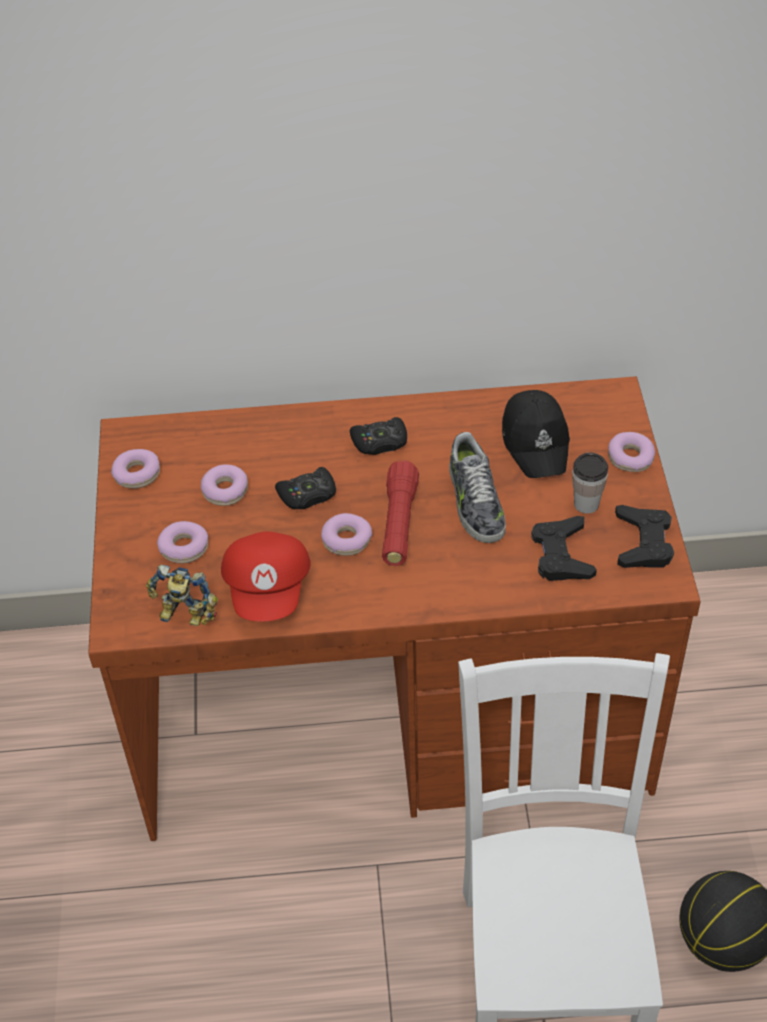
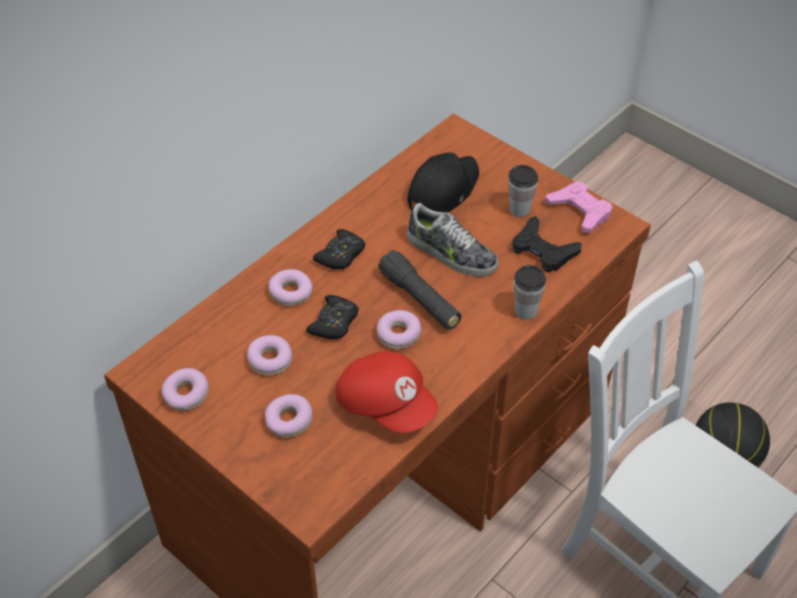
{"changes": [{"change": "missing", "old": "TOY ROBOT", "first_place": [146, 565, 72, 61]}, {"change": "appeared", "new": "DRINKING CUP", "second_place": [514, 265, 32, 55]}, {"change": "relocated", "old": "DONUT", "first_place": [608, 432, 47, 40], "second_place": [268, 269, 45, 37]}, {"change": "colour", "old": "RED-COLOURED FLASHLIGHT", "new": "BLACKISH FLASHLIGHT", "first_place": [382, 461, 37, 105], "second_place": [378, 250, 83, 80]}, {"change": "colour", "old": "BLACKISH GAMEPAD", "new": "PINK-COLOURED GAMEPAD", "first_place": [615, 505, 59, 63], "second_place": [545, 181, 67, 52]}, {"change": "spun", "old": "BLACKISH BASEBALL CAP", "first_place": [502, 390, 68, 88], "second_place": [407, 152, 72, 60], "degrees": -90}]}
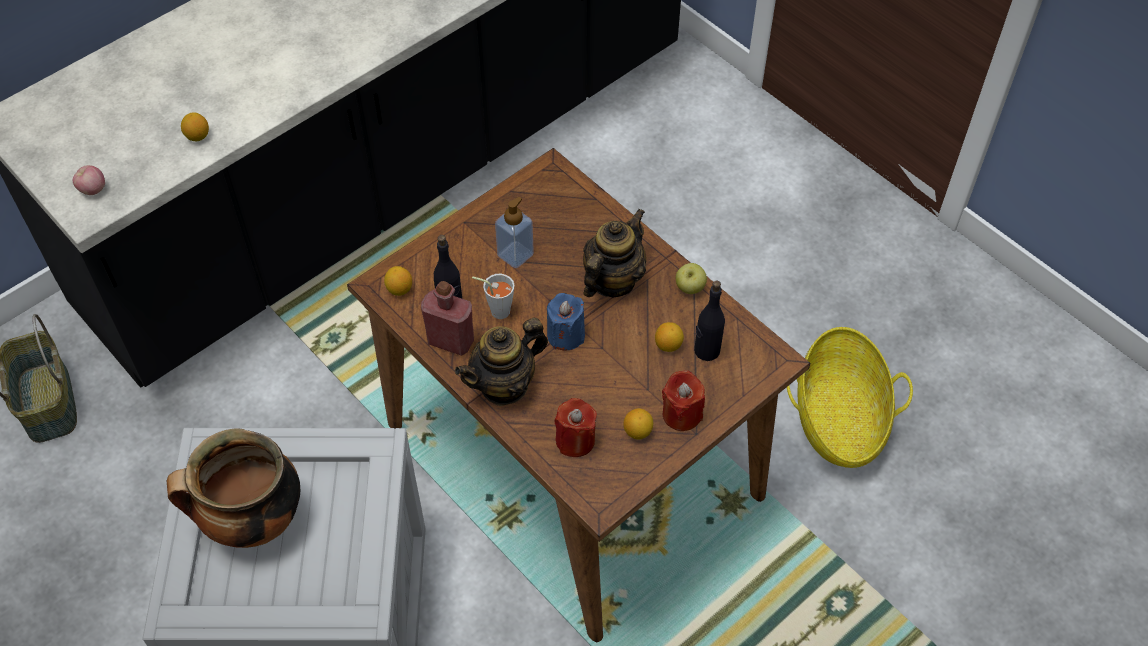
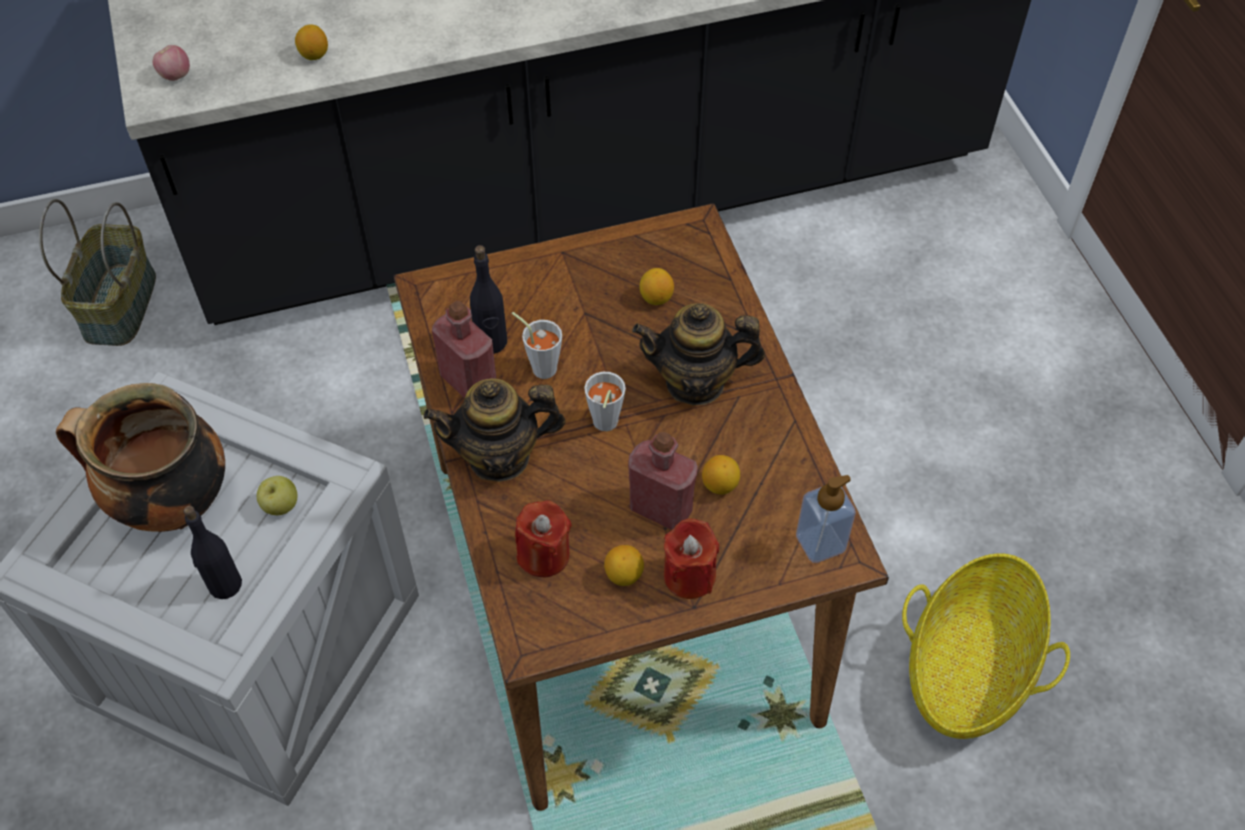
{"changes": [{"change": "appeared", "new": "RED-COLOURED BEVERAGE BOTTLE", "second_place": [628, 432, 70, 98]}, {"change": "relocated", "old": "LEMON", "first_place": [384, 266, 28, 30], "second_place": [639, 268, 35, 37]}, {"change": "relocated", "old": "SOAP DISPENSER", "first_place": [495, 197, 39, 71], "second_place": [796, 475, 60, 88]}, {"change": "relocated", "old": "WHOLE APPLE", "first_place": [676, 263, 31, 31], "second_place": [257, 476, 40, 39]}, {"change": "relocated", "old": "BLACKISH BEVERAGE BOTTLE", "first_place": [694, 281, 31, 80], "second_place": [183, 506, 59, 93]}, {"change": "exchanged", "old": "BLUE-COLOURED WAX LIGHT", "new": "GREY DRINKING CUP", "first_place": [547, 293, 38, 57], "second_place": [584, 372, 42, 59]}, {"change": "spun", "old": "TEA POT", "first_place": [583, 209, 63, 88], "second_place": [632, 303, 133, 102], "degrees": -150}]}
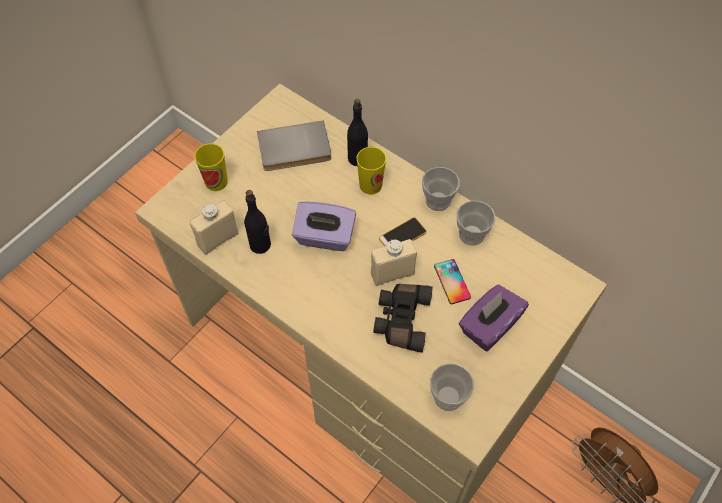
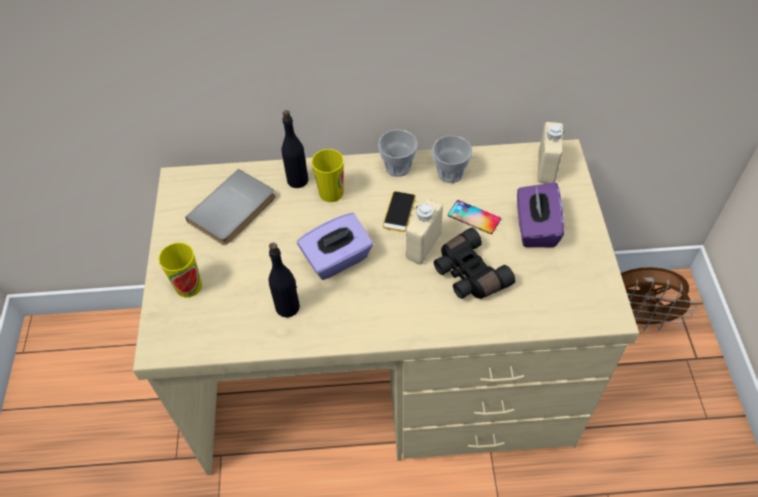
{"changes": [{"change": "missing", "old": "DRINKING CUP", "first_place": [430, 363, 44, 48]}, {"change": "relocated", "old": "BEIGE BEVERAGE BOTTLE", "first_place": [190, 201, 49, 54], "second_place": [537, 122, 27, 61]}]}
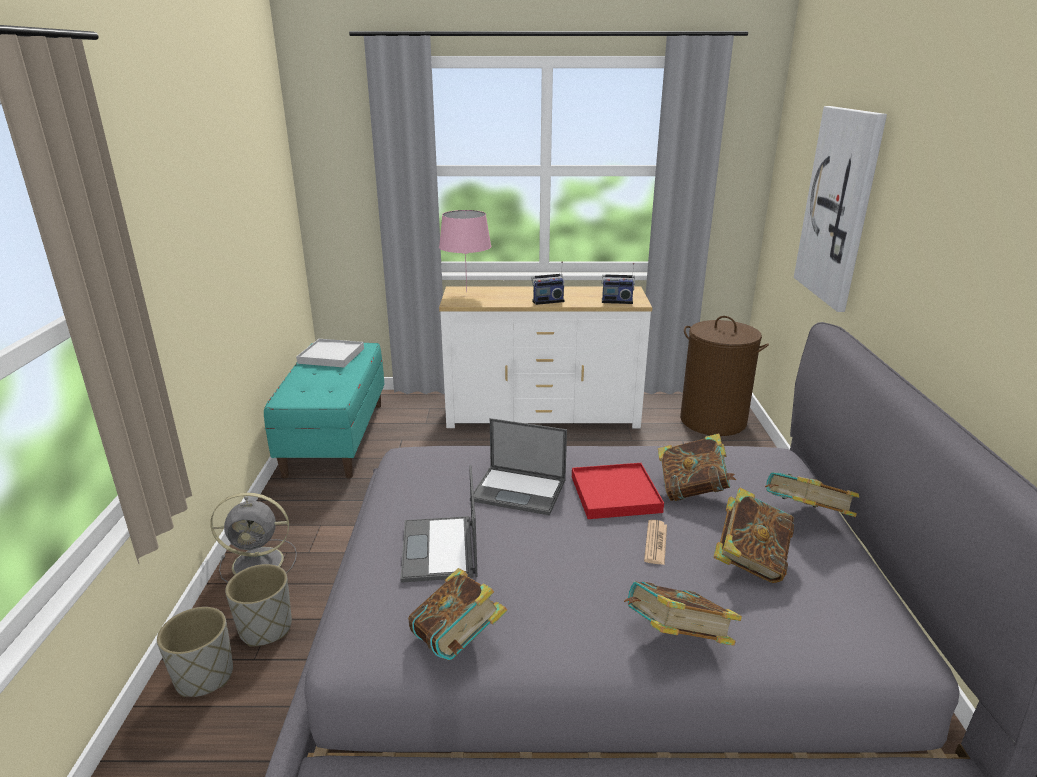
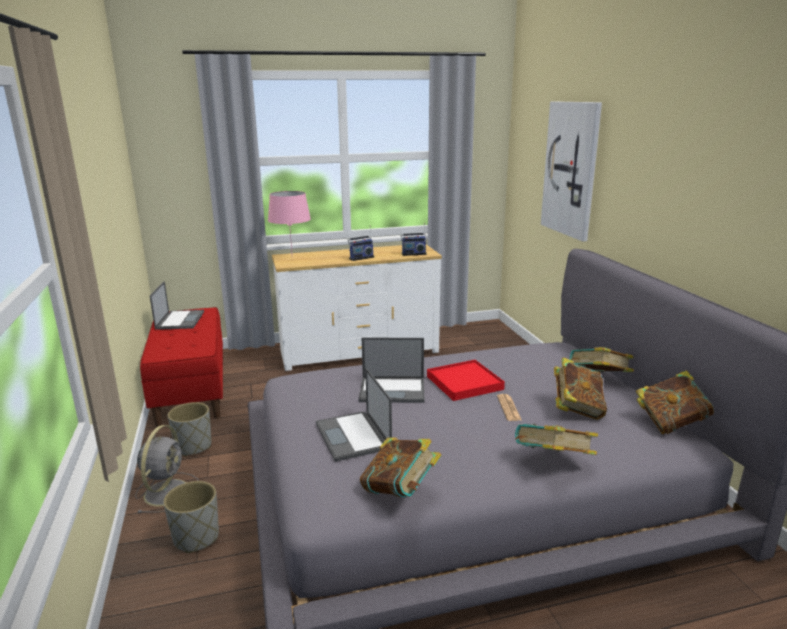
{"changes": [{"change": "missing", "old": "BROWN-COLOURED LAUNDRY BASKET", "first_place": [680, 316, 89, 120]}, {"change": "relocated", "old": "GREY FLOWER POT", "first_place": [157, 607, 76, 90], "second_place": [168, 402, 43, 54]}, {"change": "relocated", "old": "BOOK", "first_place": [658, 433, 78, 68], "second_place": [636, 371, 78, 63]}, {"change": "exchanged", "old": "WHITE-COLOURED SERVING TRAY", "new": "NOTEBOOK COMPUTER", "first_place": [296, 339, 68, 28], "second_place": [150, 281, 54, 49]}, {"change": "colour", "old": "TURQUOISE LONG SEAT", "new": "RED-COLOURED LONG SEAT", "first_place": [264, 343, 121, 136], "second_place": [140, 307, 83, 119]}, {"change": "spun", "old": "GREY ELECTRIC FAN", "first_place": [210, 493, 87, 90], "second_place": [135, 425, 64, 88], "degrees": -60}]}
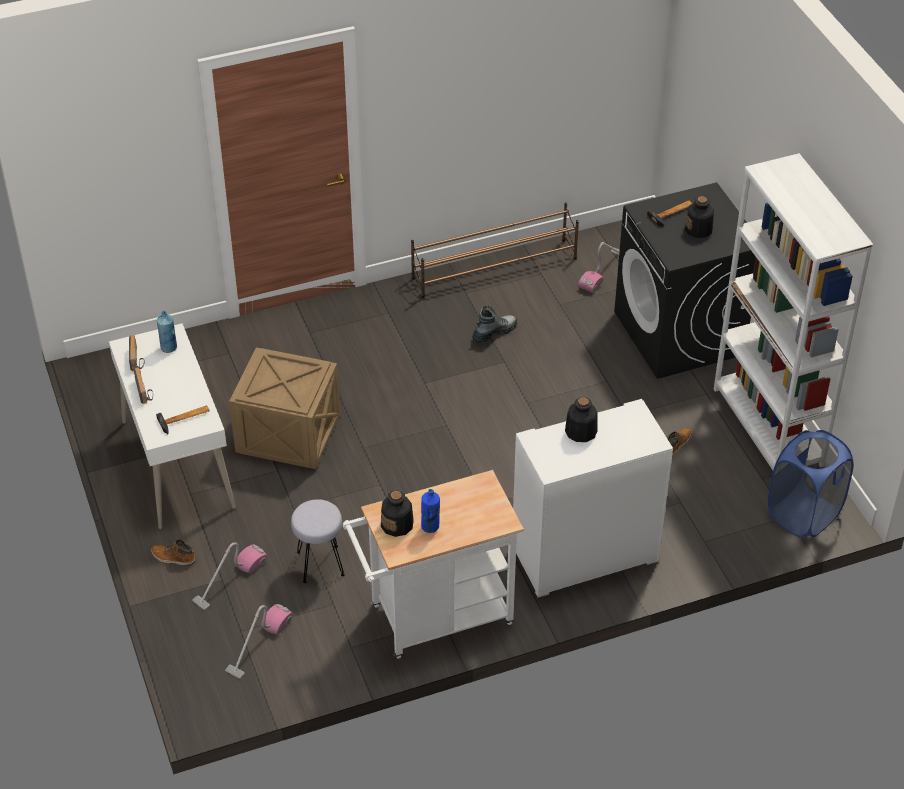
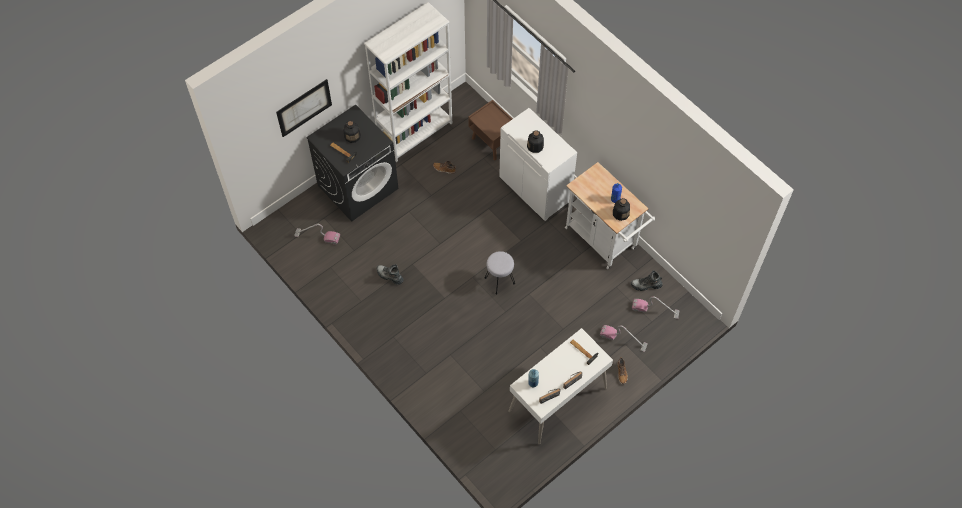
{"changes": [{"change": "missing", "old": "PACKING CRATE", "first_place": [229, 348, 111, 121]}, {"change": "missing", "old": "BROWN-COLOURED SHOE STAND", "first_place": [411, 202, 168, 96]}, {"change": "missing", "old": "BLUE-COLOURED LAUNDRY BASKET", "first_place": [768, 430, 86, 108]}, {"change": "appeared", "new": "WALL ART", "second_place": [276, 79, 56, 58]}, {"change": "appeared", "new": "BROWN-COLOURED BEDSIDE TABLE", "second_place": [468, 100, 44, 60]}, {"change": "appeared", "new": "HIGH-TOP BOOT", "second_place": [631, 270, 32, 21]}, {"change": "relocated", "old": "GREY SITTING STOOL", "first_place": [291, 499, 54, 84], "second_place": [485, 251, 30, 43]}]}
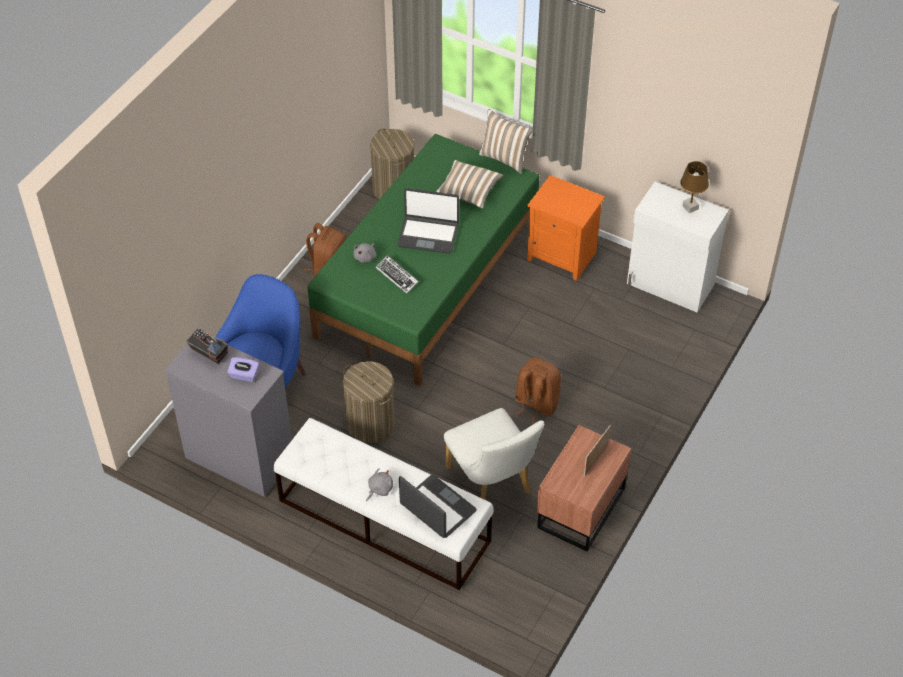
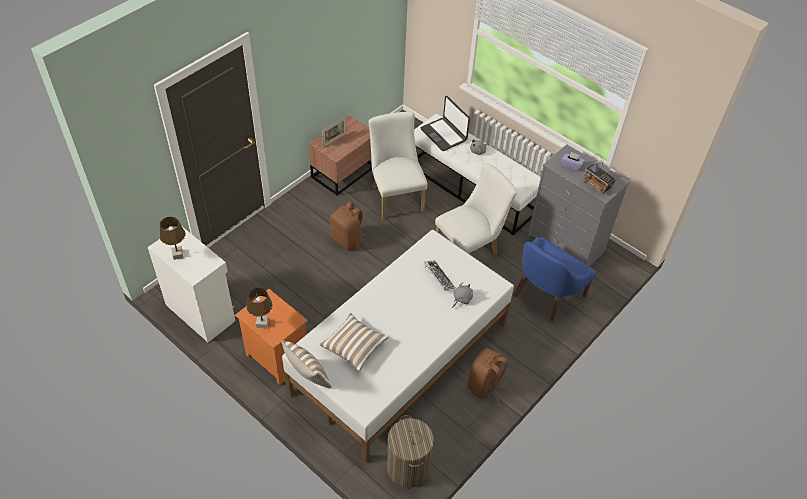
{"changes": [{"change": "missing", "old": "NOTEBOOK COMPUTER", "first_place": [397, 188, 62, 66]}, {"change": "appeared", "new": "BROWN-COLOURED TABLE LAMP", "second_place": [247, 287, 26, 41]}, {"change": "exchanged", "old": "LAUNDRY BASKET", "new": "WHITE-COLOURED UPRIGHT CHAIR", "first_place": [343, 361, 52, 82], "second_place": [435, 163, 82, 92]}, {"change": "colour", "old": "GREENISH SLEEPING BED", "new": "WHITE-COLOURED SLEEPING BED", "first_place": [307, 134, 232, 252], "second_place": [282, 230, 232, 233]}]}
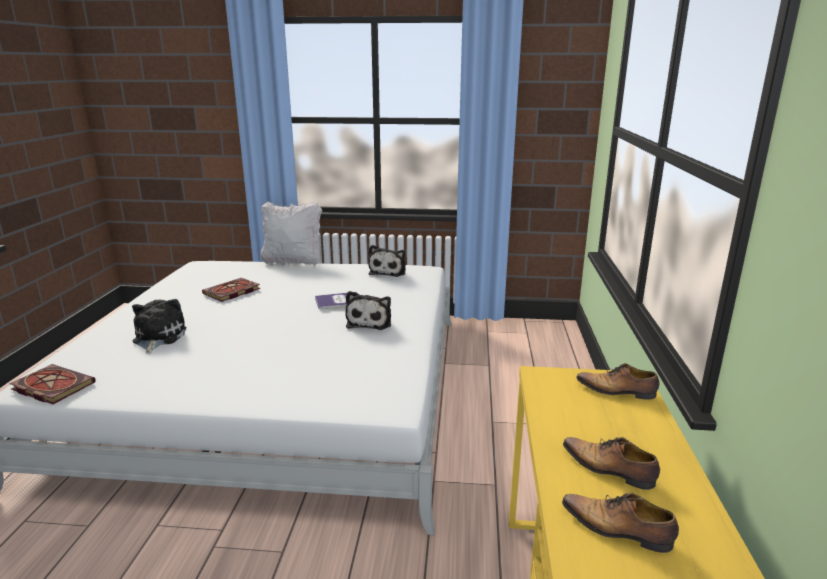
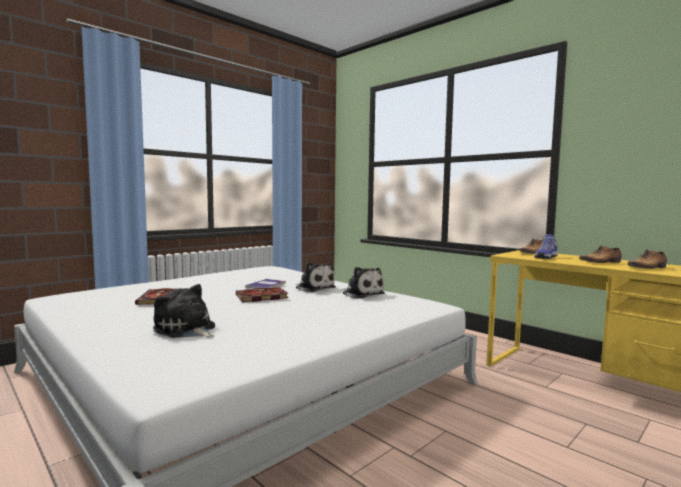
{"changes": [{"change": "missing", "old": "WHITE-COLOURED PILLOW", "first_place": [260, 201, 62, 64]}, {"change": "appeared", "new": "ITEM OF FOOTWEAR", "second_place": [534, 234, 24, 25]}, {"change": "relocated", "old": "BOOK", "first_place": [9, 364, 87, 40], "second_place": [236, 287, 53, 15]}, {"change": "relocated", "old": "SOFT TOY", "first_place": [368, 245, 38, 32], "second_place": [341, 267, 44, 32]}]}
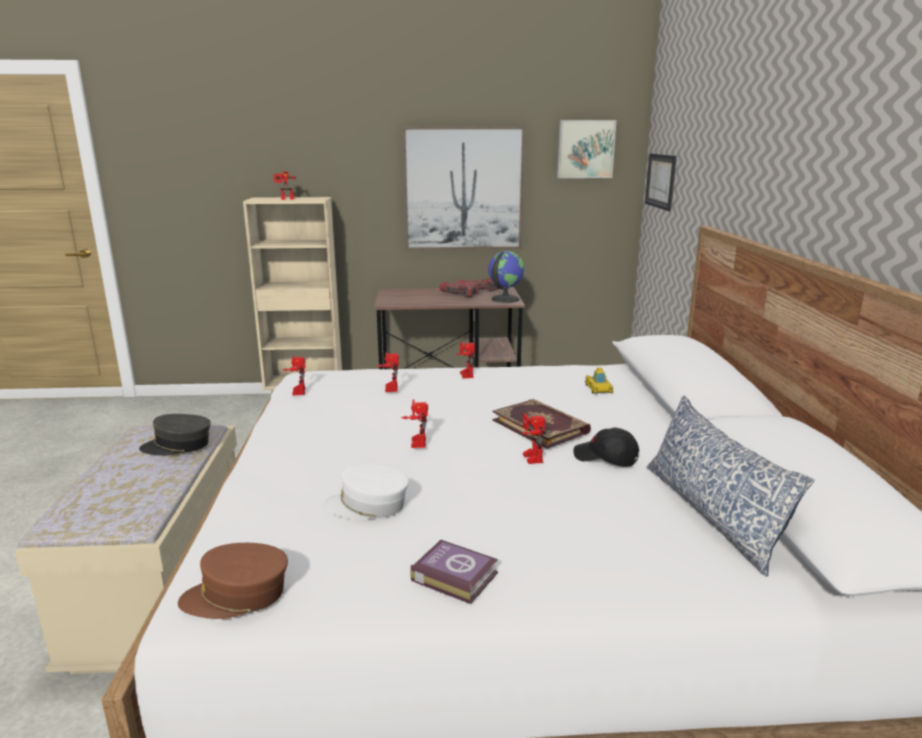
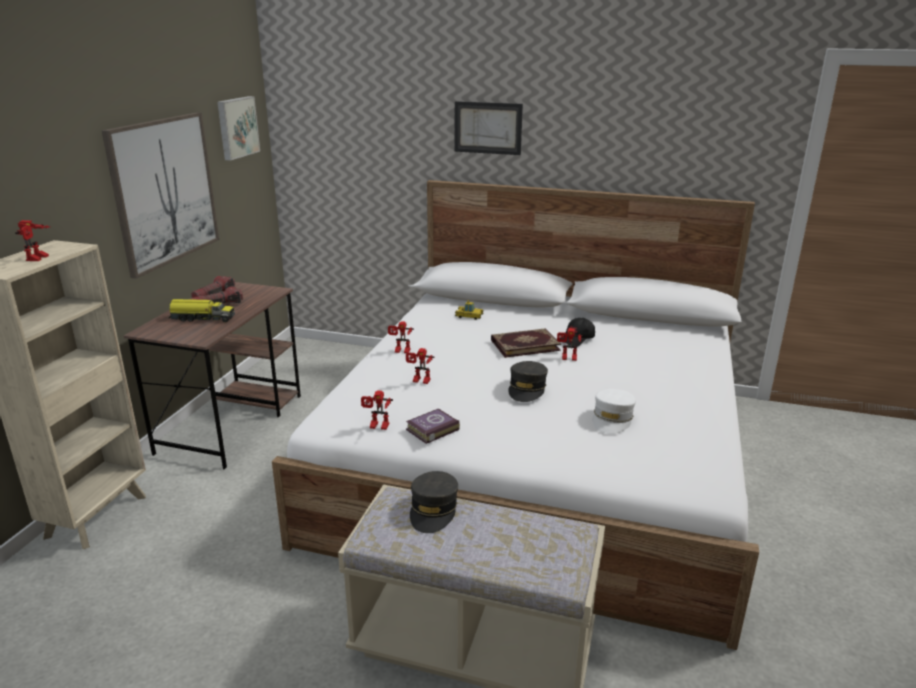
{"changes": [{"change": "missing", "old": "BROWN-COLOURED BASEBALL CAP", "first_place": [178, 543, 110, 76]}, {"change": "missing", "old": "GLOBE", "first_place": [488, 251, 37, 52]}, {"change": "missing", "old": "PILLOW", "first_place": [647, 395, 168, 181]}, {"change": "appeared", "new": "TOY TRUCK", "second_place": [168, 299, 67, 23]}, {"change": "relocated", "old": "BOOK", "first_place": [410, 540, 88, 64], "second_place": [406, 408, 54, 36]}, {"change": "relocated", "old": "WALL ART", "first_place": [645, 153, 32, 58], "second_place": [455, 101, 68, 54]}, {"change": "exchanged", "old": "TOY ROBOT", "new": "GREY BASEBALL CAP", "first_place": [401, 400, 27, 48], "second_place": [508, 361, 40, 41]}]}
